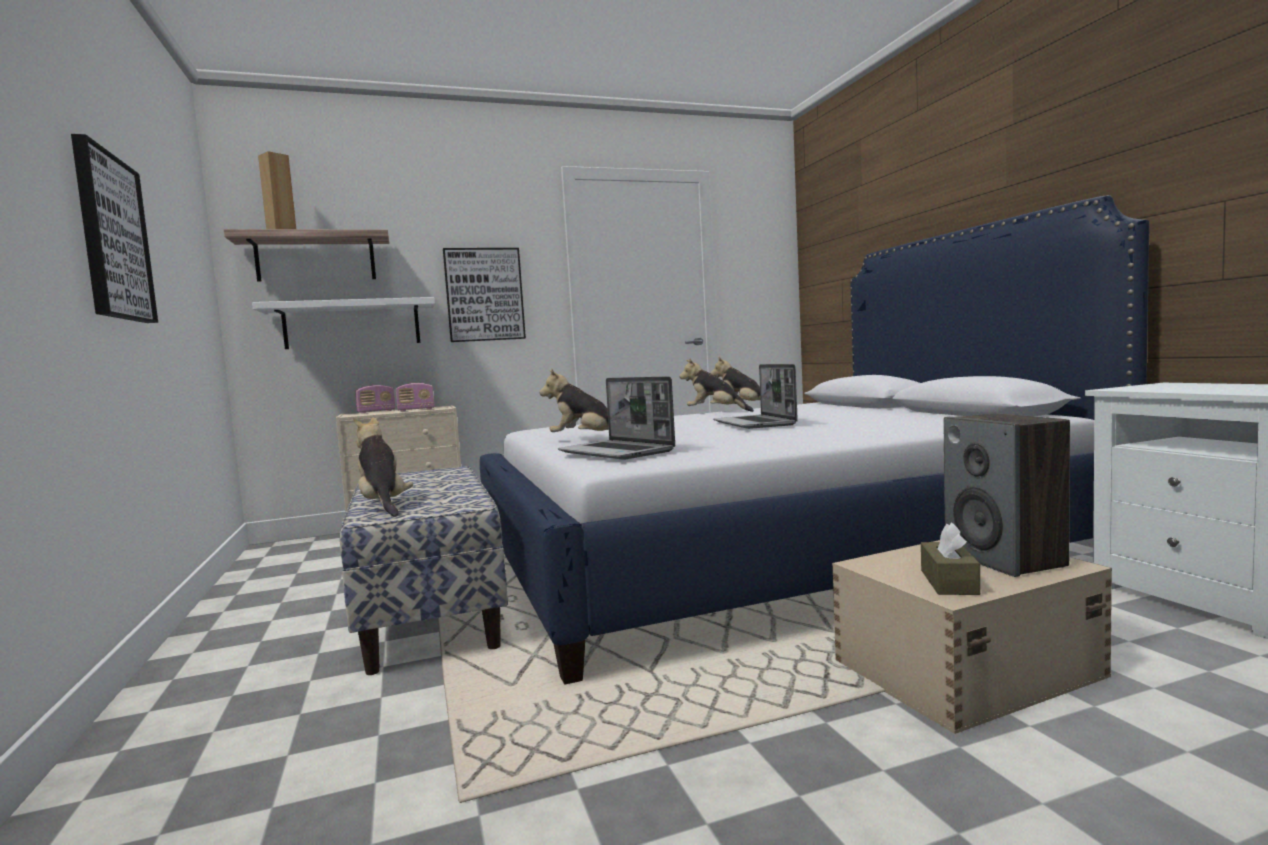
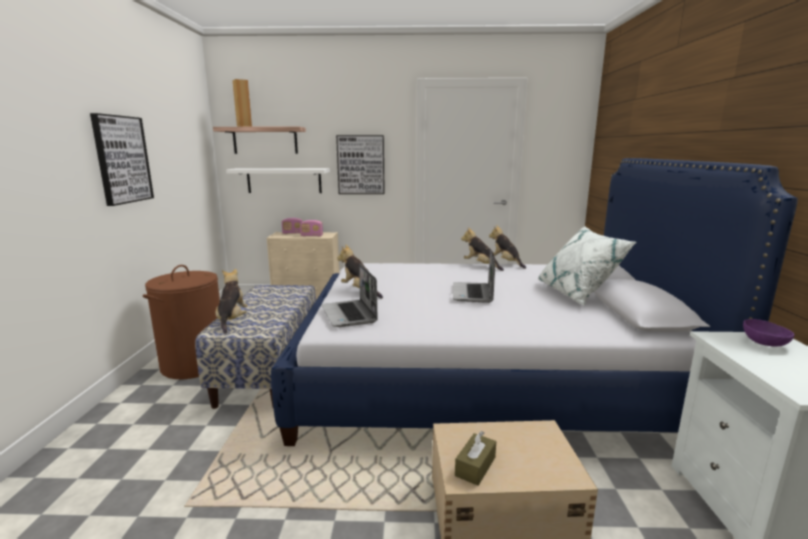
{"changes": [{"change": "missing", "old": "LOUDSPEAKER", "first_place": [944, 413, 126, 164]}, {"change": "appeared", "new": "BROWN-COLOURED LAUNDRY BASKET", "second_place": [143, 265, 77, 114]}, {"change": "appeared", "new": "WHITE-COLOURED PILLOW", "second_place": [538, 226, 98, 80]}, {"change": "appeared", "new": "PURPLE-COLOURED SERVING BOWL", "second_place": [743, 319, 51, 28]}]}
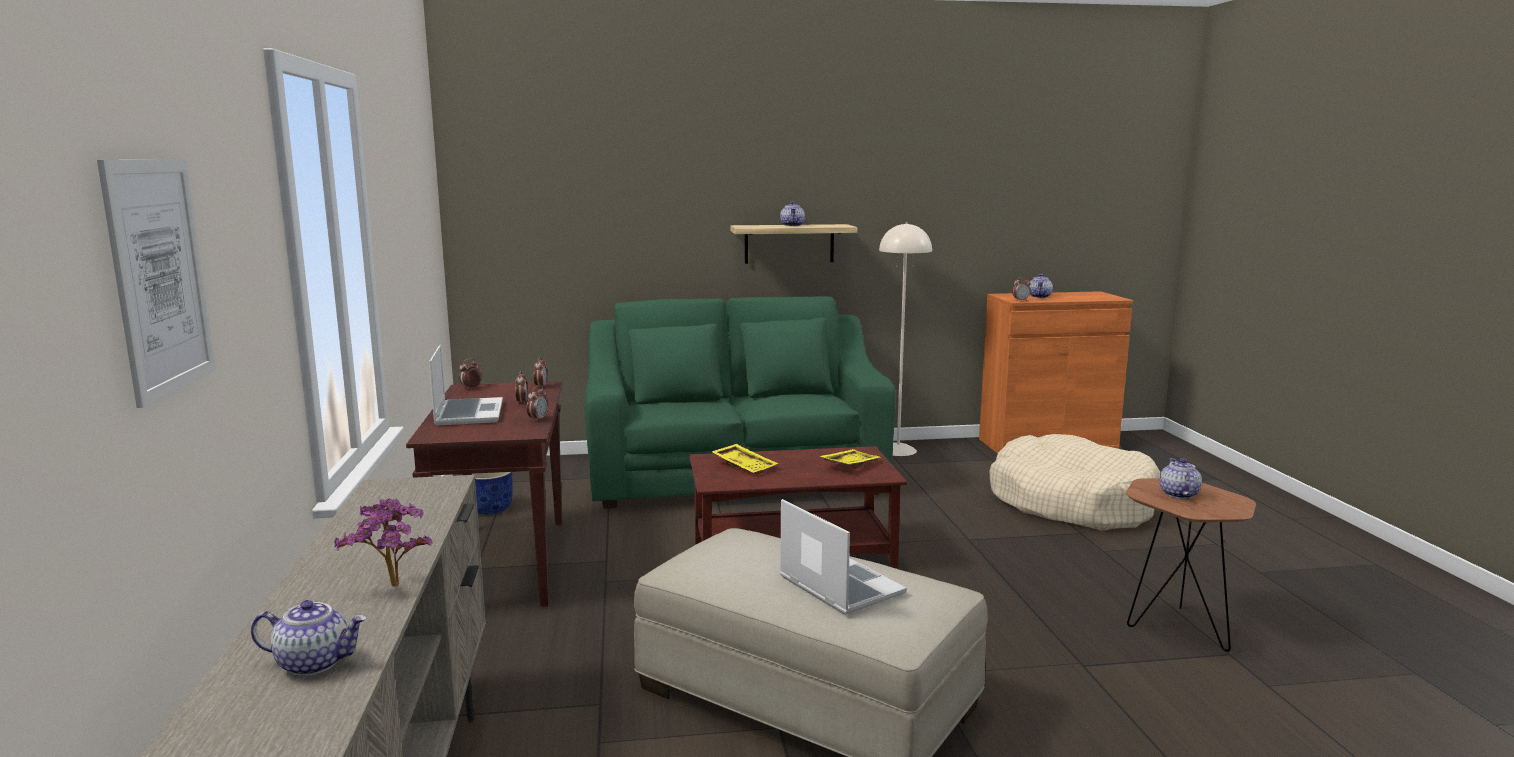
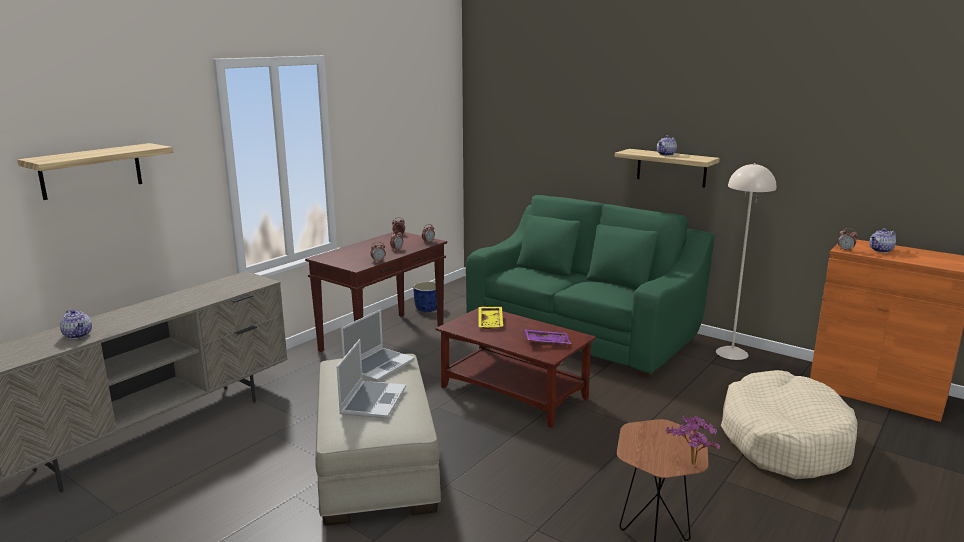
{"changes": [{"change": "missing", "old": "TEA POT", "first_place": [1159, 458, 43, 41]}, {"change": "relocated", "old": "HOUSEPLANT", "first_place": [334, 499, 98, 88], "second_place": [666, 415, 54, 50]}, {"change": "relocated", "old": "NOTEBOOK COMPUTER", "first_place": [429, 345, 74, 81], "second_place": [341, 309, 74, 73]}, {"change": "exchanged", "old": "WALL ART", "new": "SHELF", "first_place": [97, 160, 119, 248], "second_place": [17, 143, 156, 57]}, {"change": "colour", "old": "YELLOW-COLOURED SERVING TRAY", "new": "PURPLE-COLOURED SERVING TRAY", "first_place": [820, 449, 61, 20], "second_place": [525, 329, 46, 17]}]}
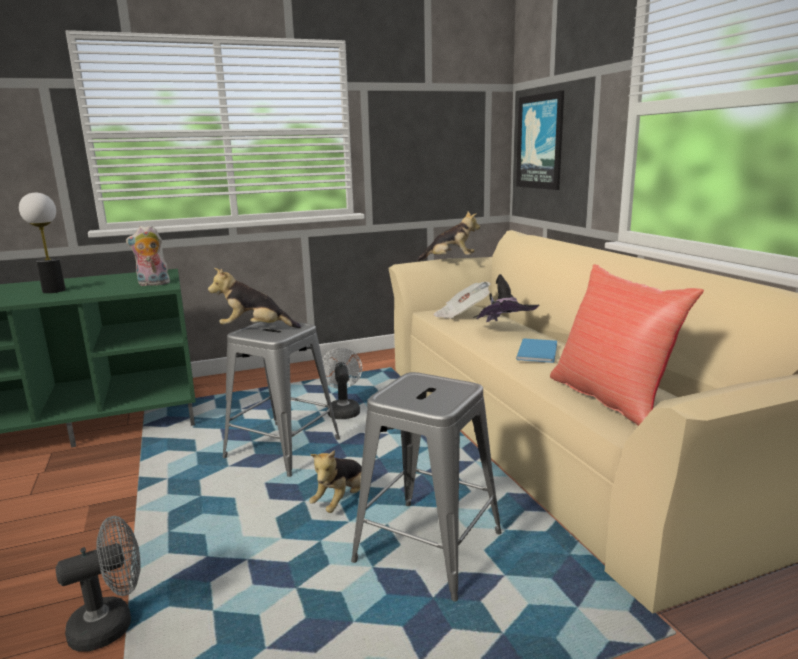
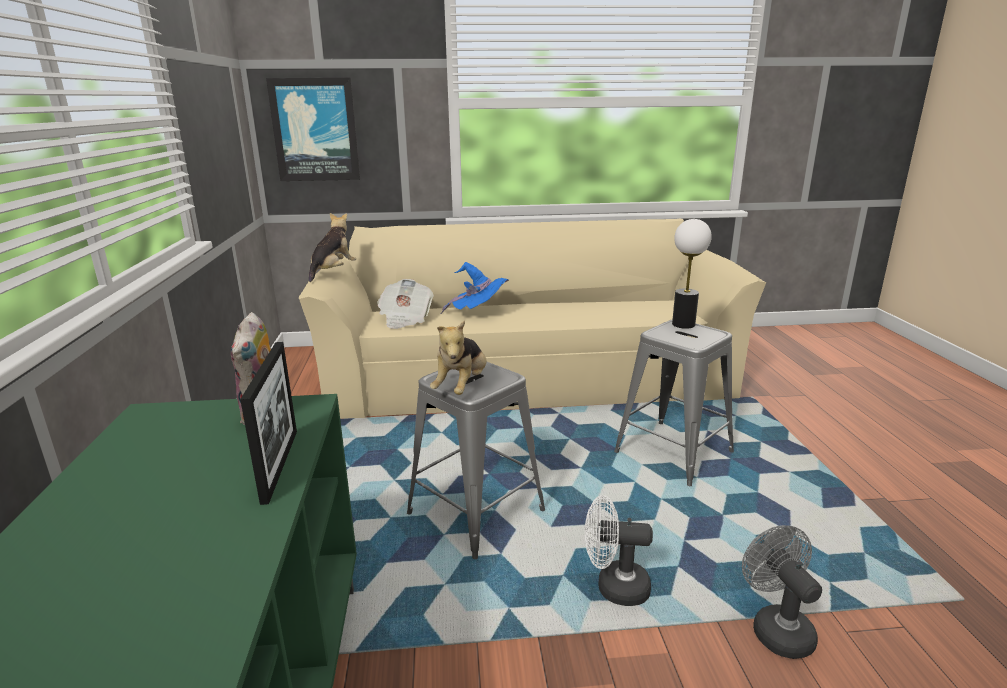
{"changes": [{"change": "missing", "old": "SOFT TOY", "first_place": [309, 450, 53, 63]}, {"change": "missing", "old": "BLUE-COLOURED BOOK", "first_place": [516, 339, 41, 24]}, {"change": "missing", "old": "RED-COLOURED PILLOW", "first_place": [550, 264, 154, 162]}, {"change": "appeared", "new": "PHOTO FRAME", "second_place": [240, 342, 57, 163]}, {"change": "relocated", "old": "TABLE LAMP", "first_place": [19, 193, 47, 100], "second_place": [672, 219, 40, 110]}, {"change": "relocated", "old": "WHITE-COLOURED ELECTRIC FAN", "first_place": [322, 348, 40, 71], "second_place": [585, 495, 68, 111]}, {"change": "colour", "old": "BLACKISH WEARABLE HAT", "new": "BLUE-COLOURED WEARABLE HAT", "first_place": [473, 274, 67, 48], "second_place": [440, 262, 69, 52]}]}
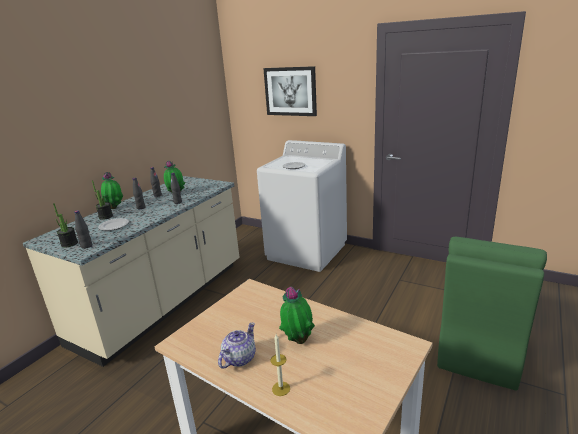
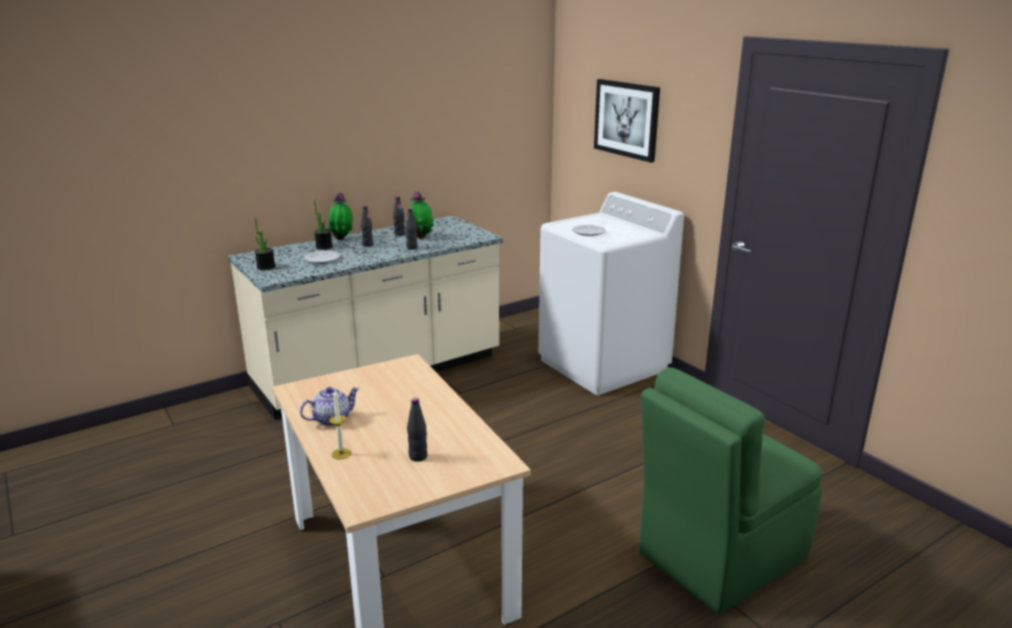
{"changes": [{"change": "missing", "old": "HOUSEPLANT", "first_place": [279, 286, 36, 58]}, {"change": "relocated", "old": "BLACKISH BEVERAGE BOTTLE", "first_place": [74, 210, 18, 39], "second_place": [407, 398, 21, 64]}]}
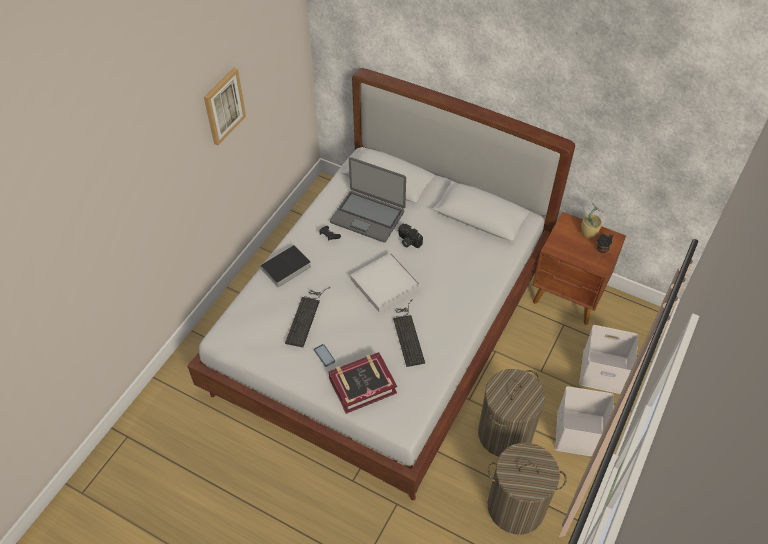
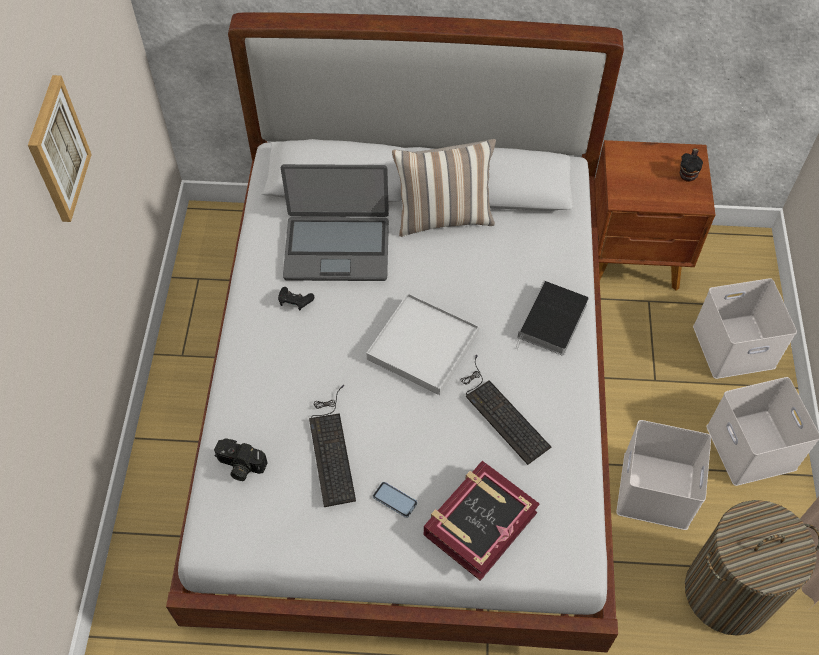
{"changes": [{"change": "missing", "old": "HOUSEPLANT", "first_place": [581, 199, 25, 39]}, {"change": "appeared", "new": "PILLOW", "second_place": [392, 139, 104, 98]}, {"change": "relocated", "old": "BOOK", "first_place": [255, 245, 56, 42], "second_place": [516, 281, 73, 75]}, {"change": "relocated", "old": "PHOTO CAMERA", "first_place": [398, 224, 25, 24], "second_place": [214, 438, 54, 43]}, {"change": "exchanged", "old": "LAUNDRY BASKET", "new": "WHITE-COLOURED STORAGE CONTAINER", "first_place": [478, 369, 67, 88], "second_place": [616, 420, 95, 110]}]}
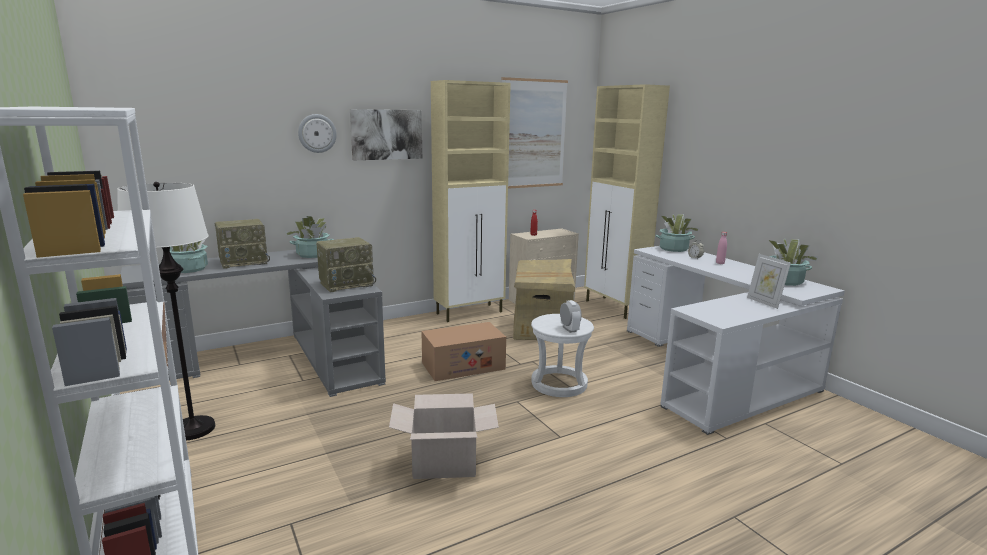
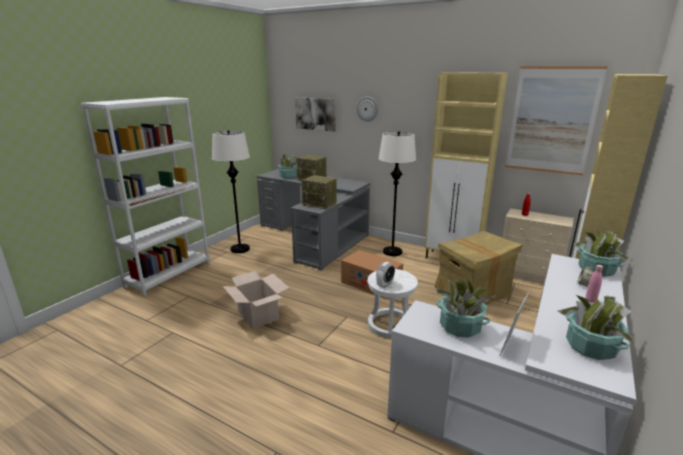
{"changes": [{"change": "appeared", "new": "WHITE-COLOURED STANDING LAMP", "second_place": [378, 131, 38, 125]}, {"change": "relocated", "old": "HOUSEPLANT", "first_place": [286, 216, 48, 42], "second_place": [436, 278, 60, 60]}, {"change": "relocated", "old": "WALL ART", "first_place": [350, 109, 72, 51], "second_place": [295, 97, 41, 35]}]}
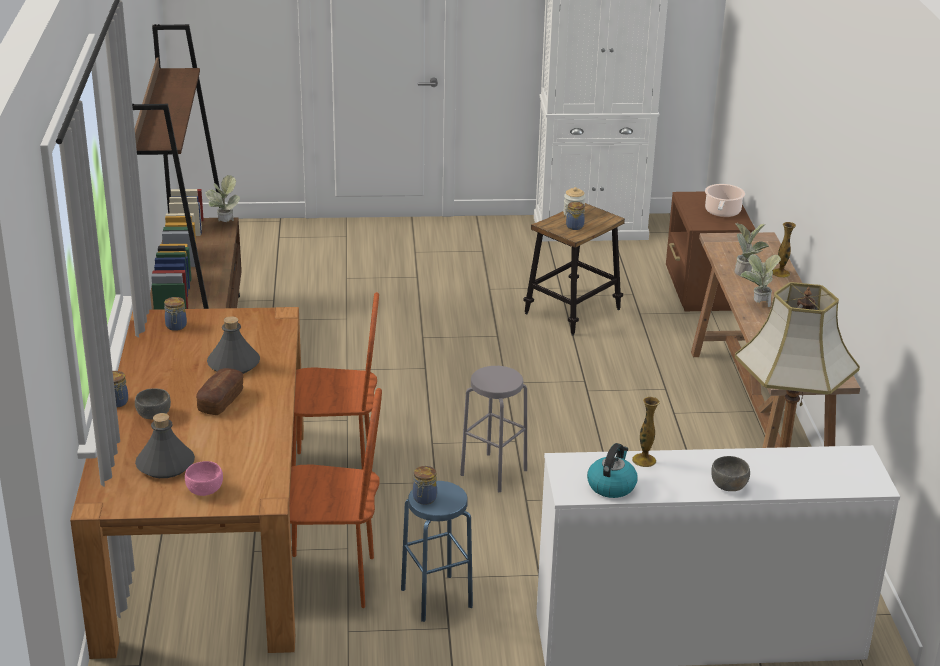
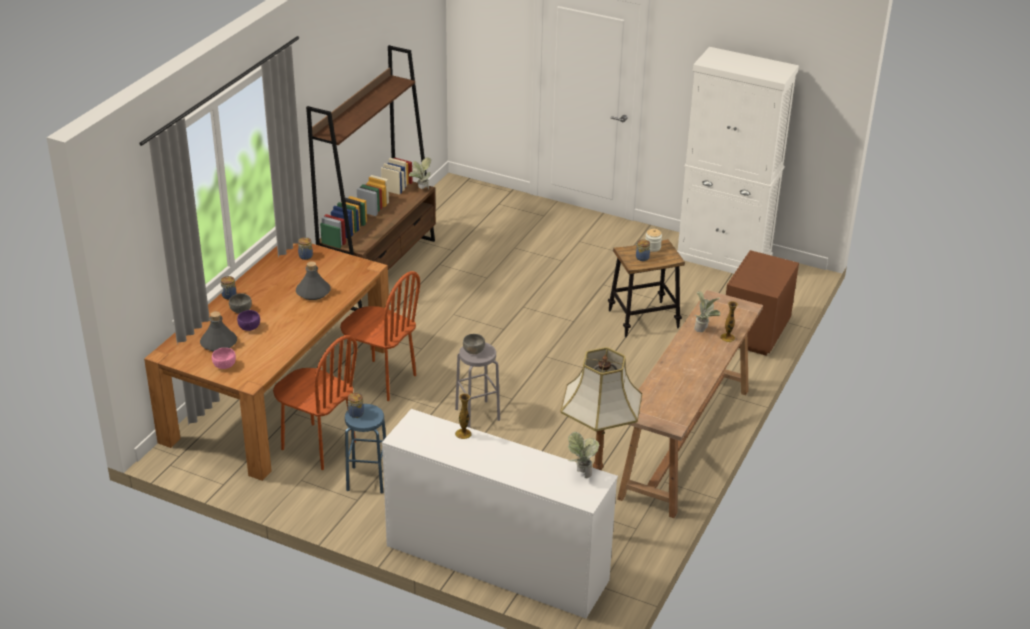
{"changes": [{"change": "missing", "old": "BAKERY BREAD", "first_place": [196, 368, 48, 47]}, {"change": "missing", "old": "KETTLE", "first_place": [587, 443, 51, 55]}, {"change": "missing", "old": "SAUCEPOT", "first_place": [705, 184, 40, 33]}, {"change": "appeared", "new": "PURPLE-COLOURED SERVING BOWL", "second_place": [237, 310, 23, 21]}, {"change": "relocated", "old": "GREY SERVING BOWL", "first_place": [711, 456, 39, 35], "second_place": [463, 334, 22, 20]}, {"change": "relocated", "old": "HOUSEPLANT", "first_place": [740, 254, 41, 53], "second_place": [567, 432, 33, 46]}]}
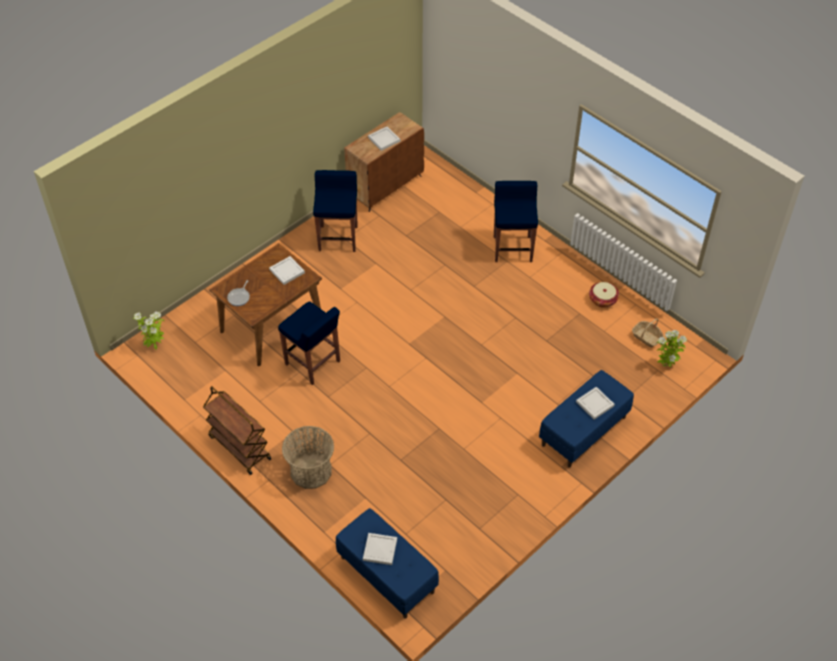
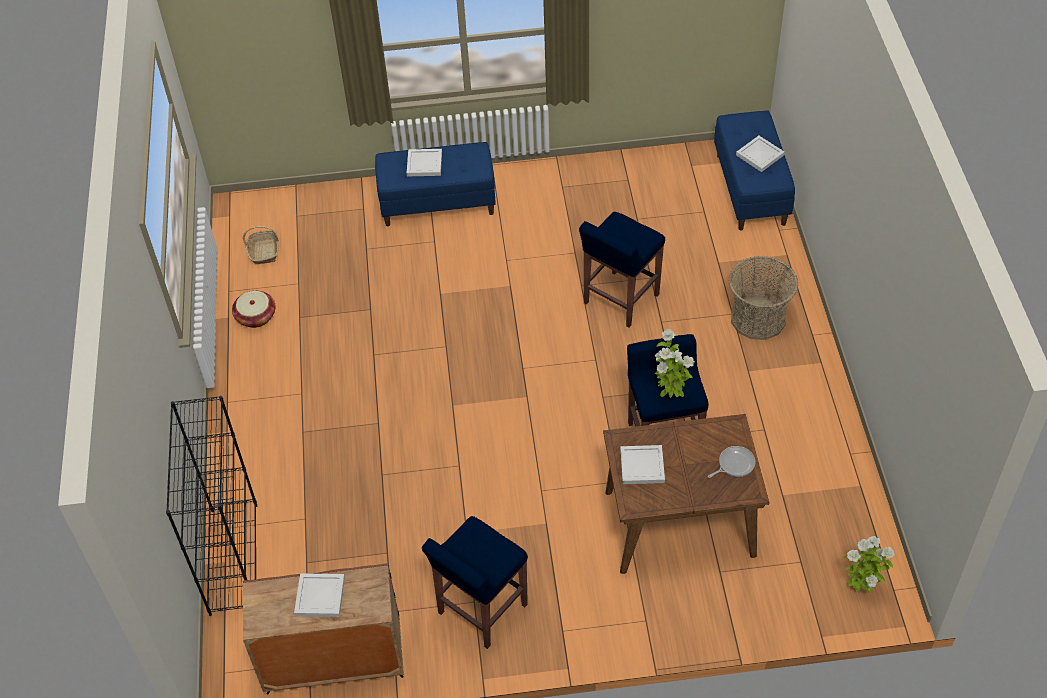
{"changes": [{"change": "missing", "old": "BROWN-COLOURED CART", "first_place": [203, 386, 68, 89]}, {"change": "appeared", "new": "BLACKISH SHELVING UNIT", "second_place": [166, 396, 91, 220]}, {"change": "relocated", "old": "BLUE-COLOURED SITTING STOOL", "first_place": [494, 181, 44, 81], "second_place": [579, 212, 86, 116]}, {"change": "relocated", "old": "HOUSEPLANT", "first_place": [656, 330, 31, 37], "second_place": [654, 329, 41, 69]}]}
